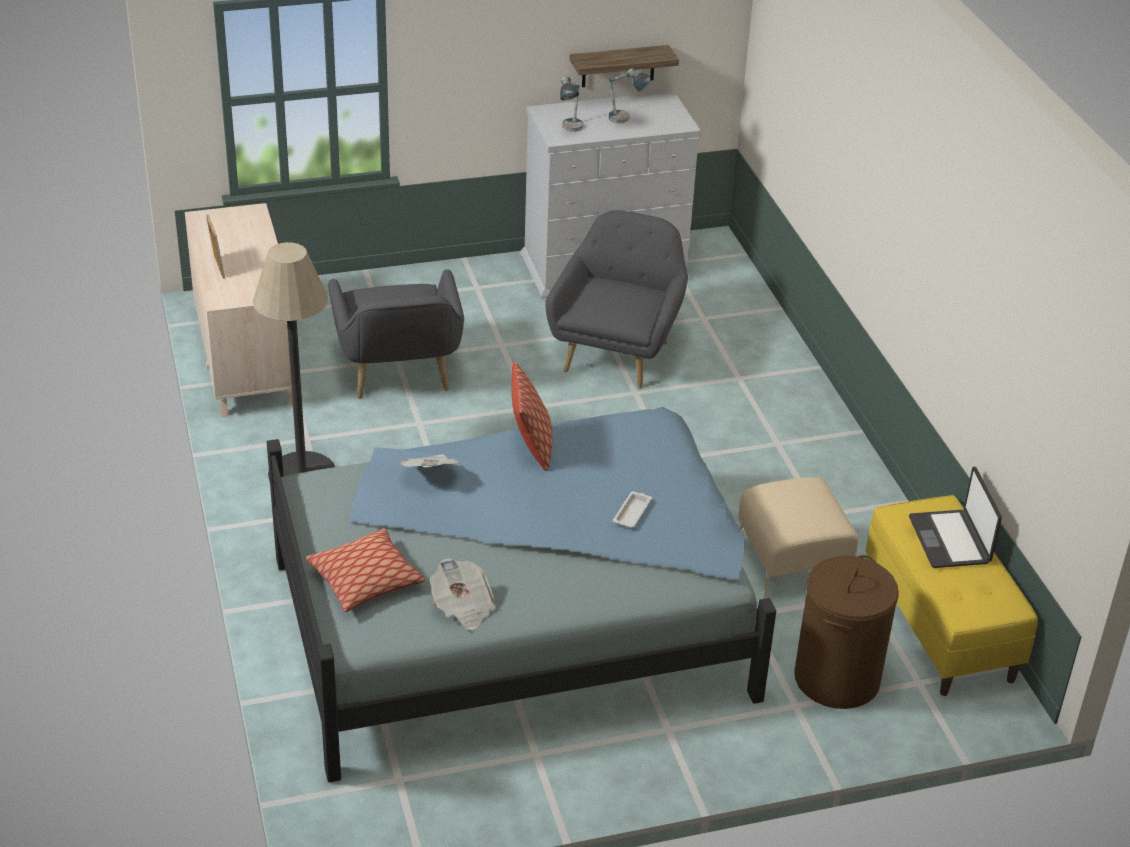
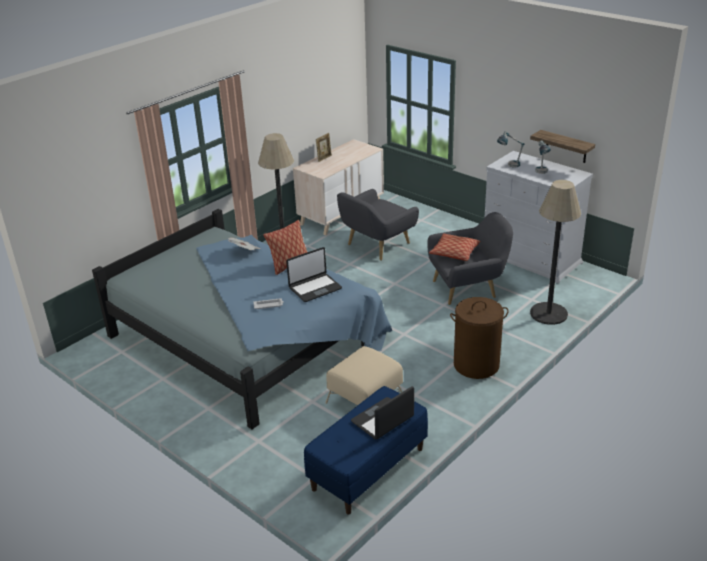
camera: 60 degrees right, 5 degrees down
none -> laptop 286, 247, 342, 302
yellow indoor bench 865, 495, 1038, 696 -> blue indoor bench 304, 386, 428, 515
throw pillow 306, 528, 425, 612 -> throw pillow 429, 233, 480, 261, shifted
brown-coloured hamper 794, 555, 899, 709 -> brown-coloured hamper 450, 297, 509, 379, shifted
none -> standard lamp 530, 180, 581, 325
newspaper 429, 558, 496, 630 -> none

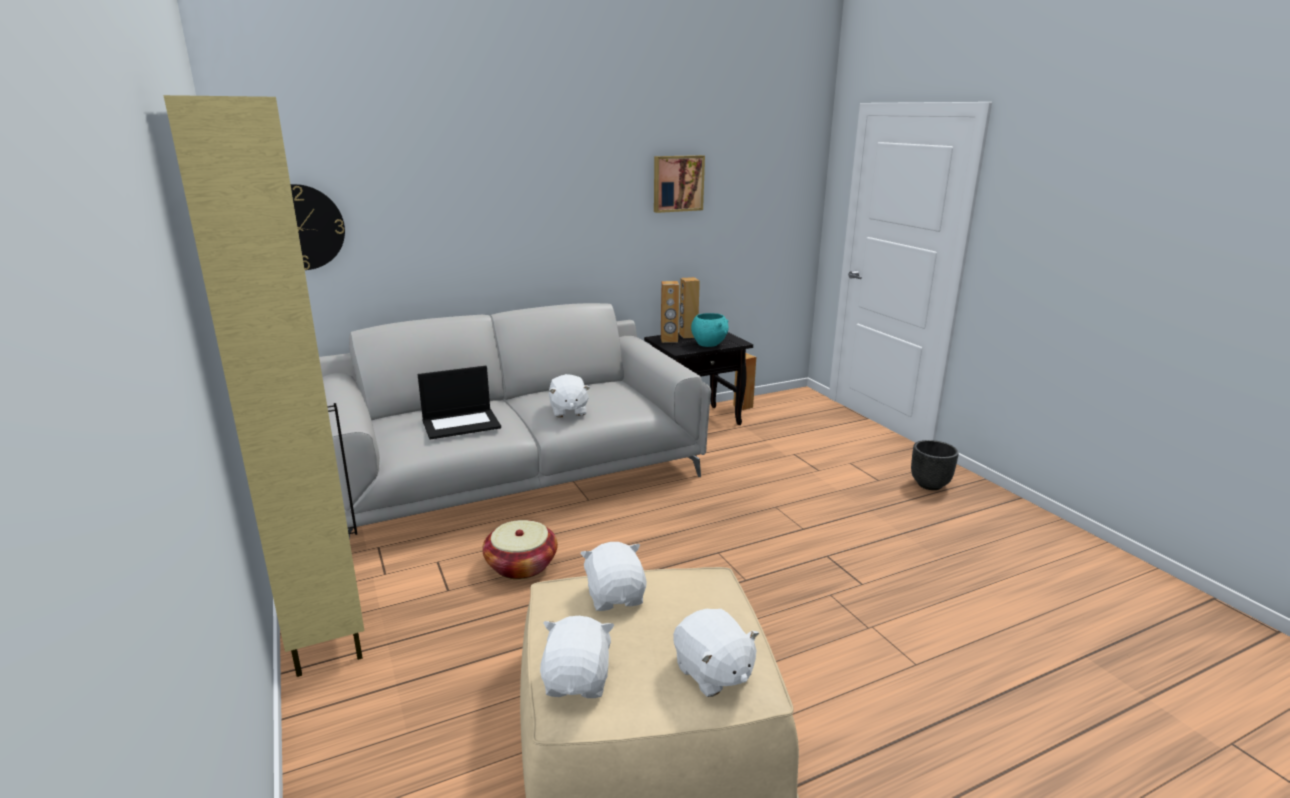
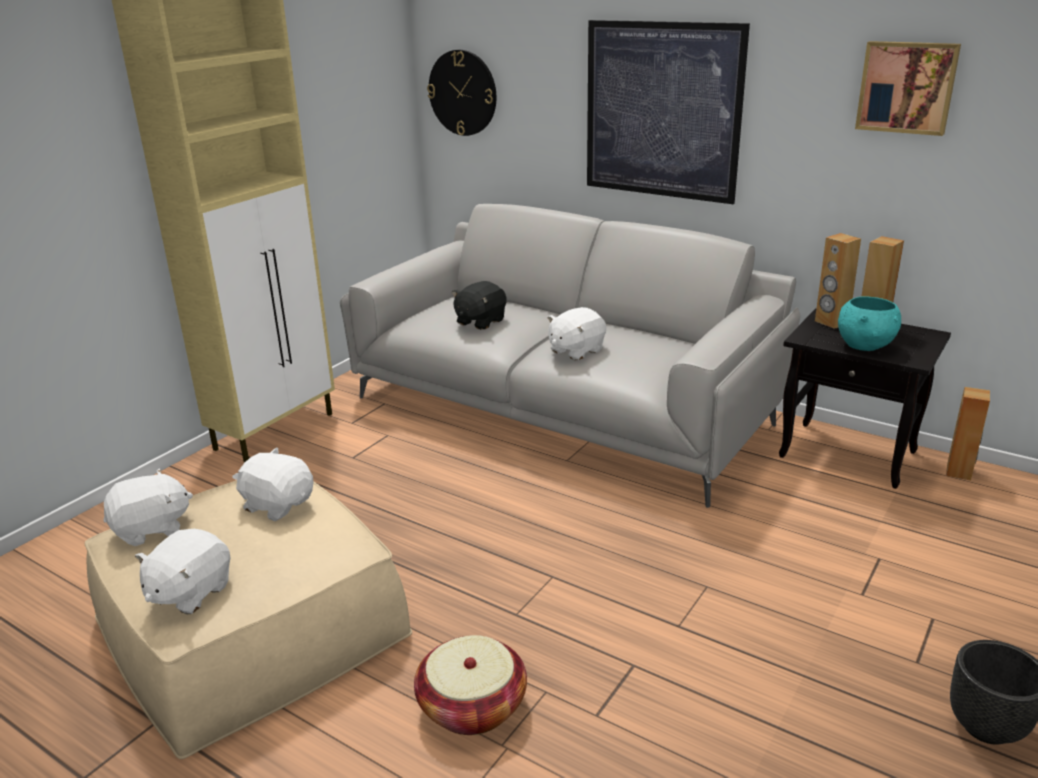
camera: 60 degrees right, 5 degrees up
white soft toy 580, 542, 647, 611 -> white soft toy 232, 448, 314, 521, 105 degrees counterclockwise
storage basket 482, 520, 558, 580 -> storage basket 414, 635, 527, 735, shifted
laptop 418, 366, 501, 440 -> blackish soft toy 452, 281, 506, 330
none -> picture 587, 20, 750, 204

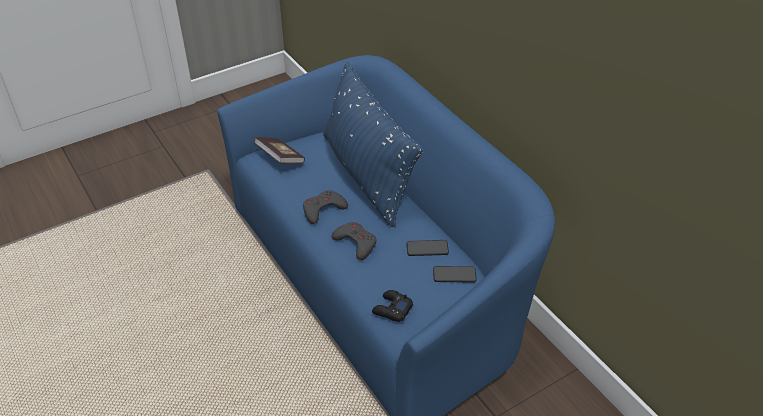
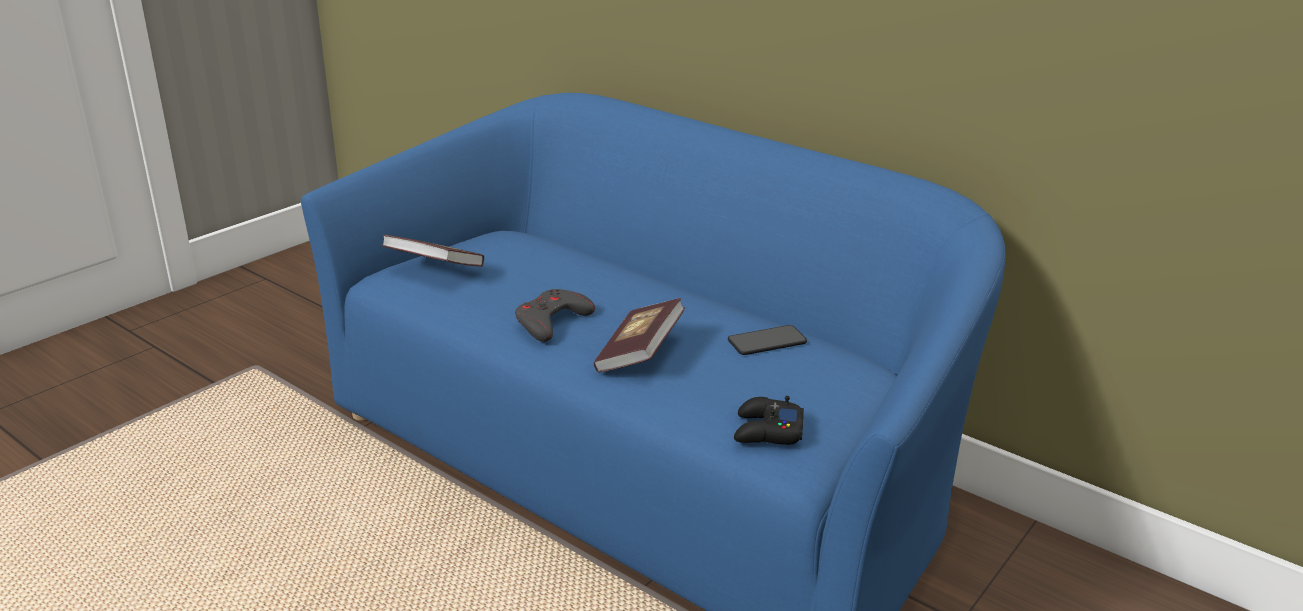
camera: 20 degrees left, 15 degrees down
grey game controller 332, 222, 377, 260 -> book 594, 298, 685, 372
blue throw pillow 323, 62, 423, 227 -> none
phone 433, 266, 477, 282 -> none

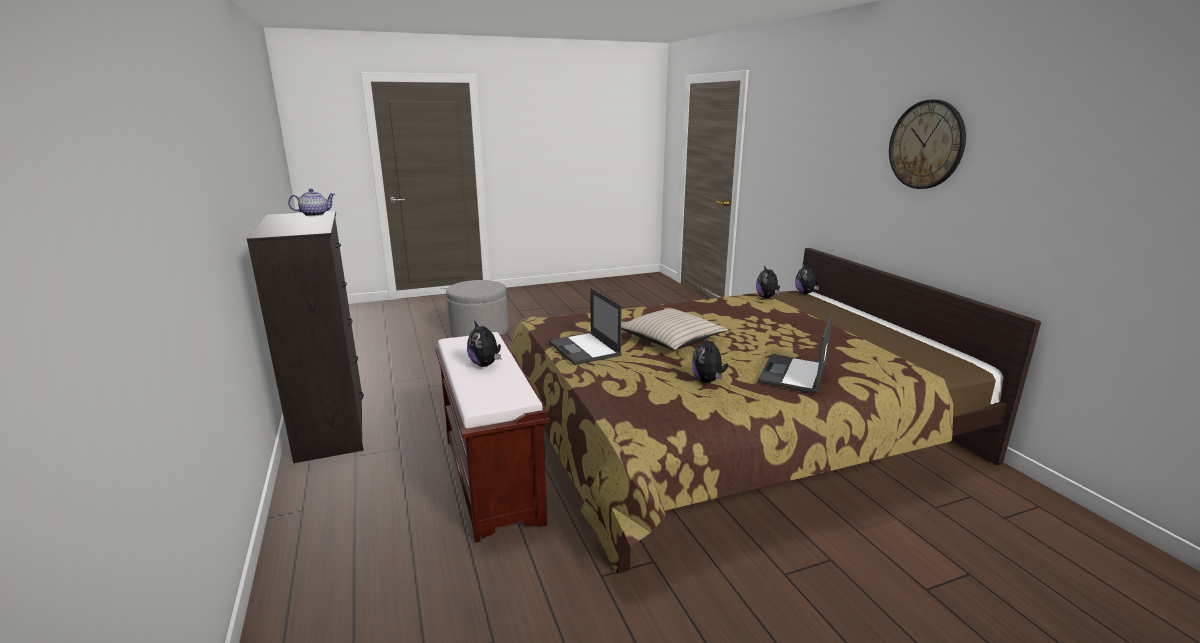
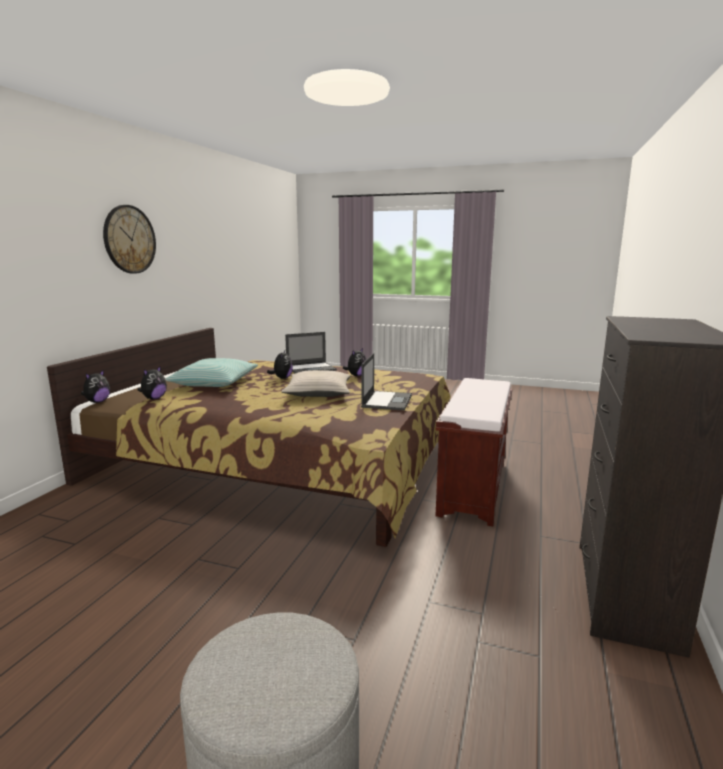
camera: 140 degrees left, 5 degrees down
none -> throw pillow 165, 358, 258, 387
soft toy 467, 321, 501, 367 -> soft toy 267, 350, 293, 379, shifted
pot for tea 288, 189, 335, 216 -> none

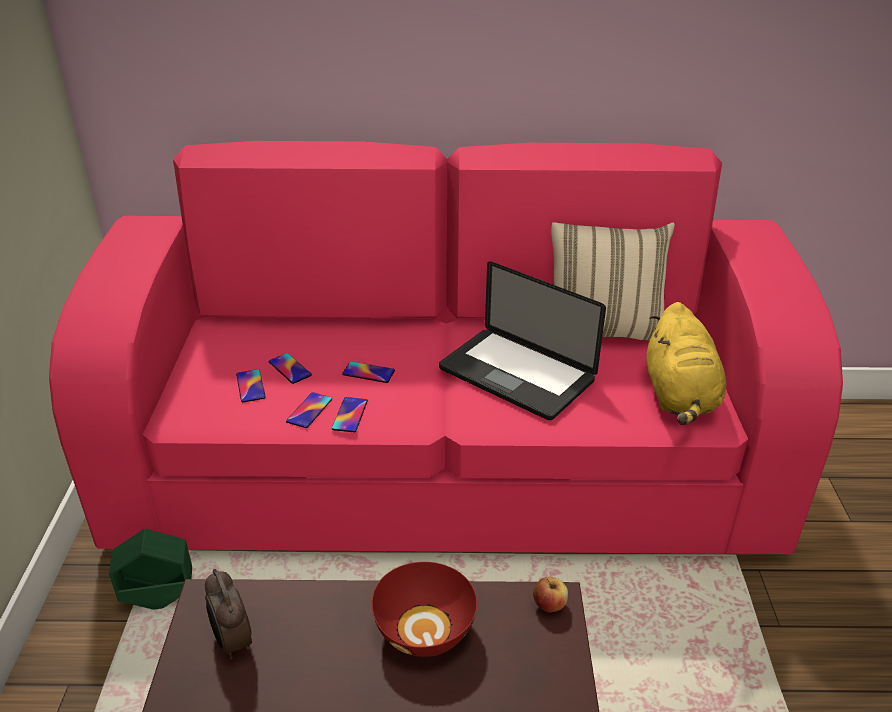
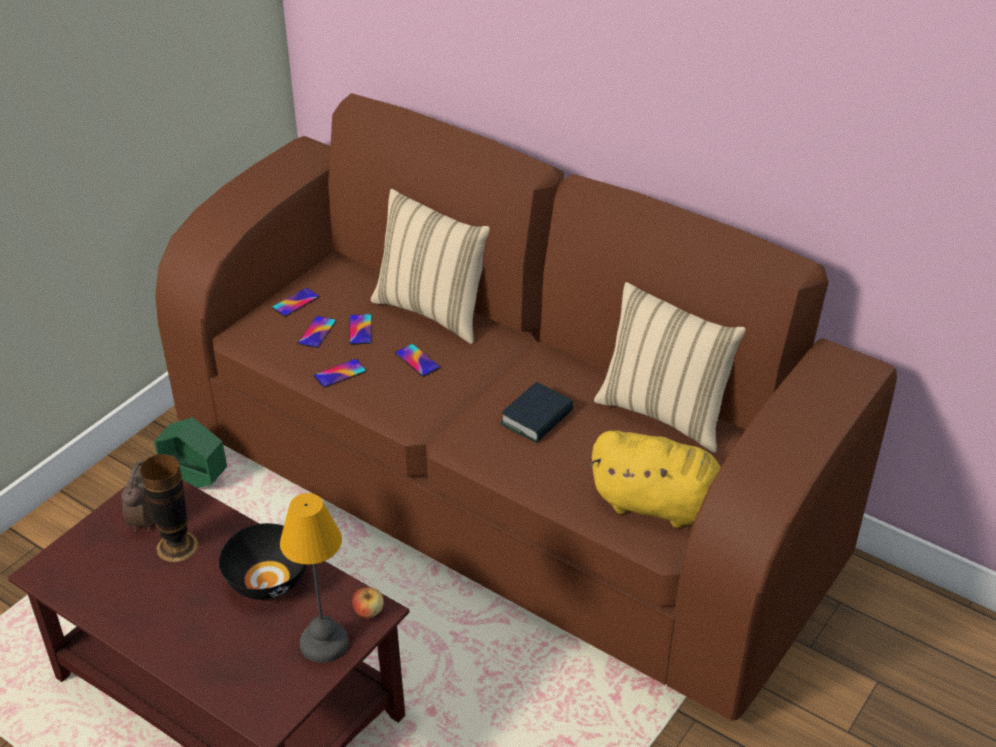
camera: 35 degrees right, 5 degrees up
none -> decorative vase 140, 454, 199, 562
pink-coloured settee 49, 141, 843, 554 -> brown-coloured settee 155, 93, 897, 721
red-coloured serving bowl 372, 562, 477, 657 -> blackish serving bowl 219, 523, 306, 600
phone 332, 397, 368, 432 -> phone 272, 288, 320, 317, shifted
none -> tabletop lamp 280, 493, 349, 663
none -> beige throw pillow 370, 189, 490, 344
laptop 439, 261, 606, 420 -> book 500, 382, 573, 443
yellow soft toy 646, 302, 726, 425 -> yellow soft toy 589, 431, 721, 528, 105 degrees counterclockwise

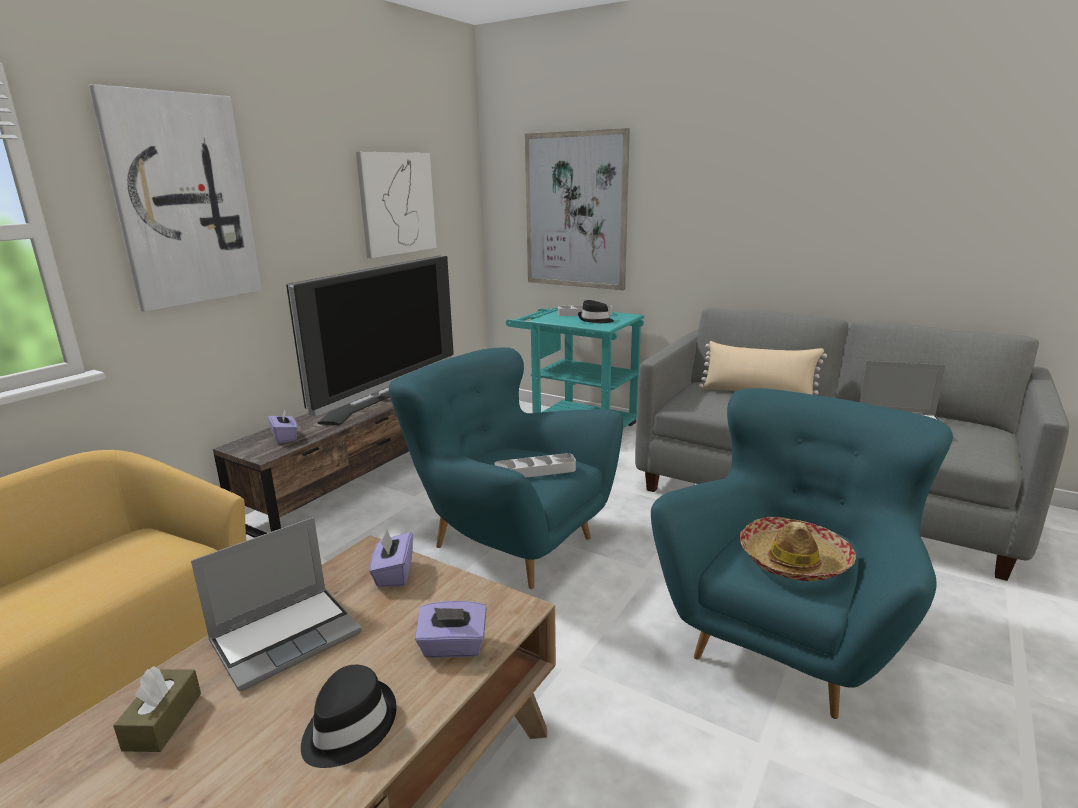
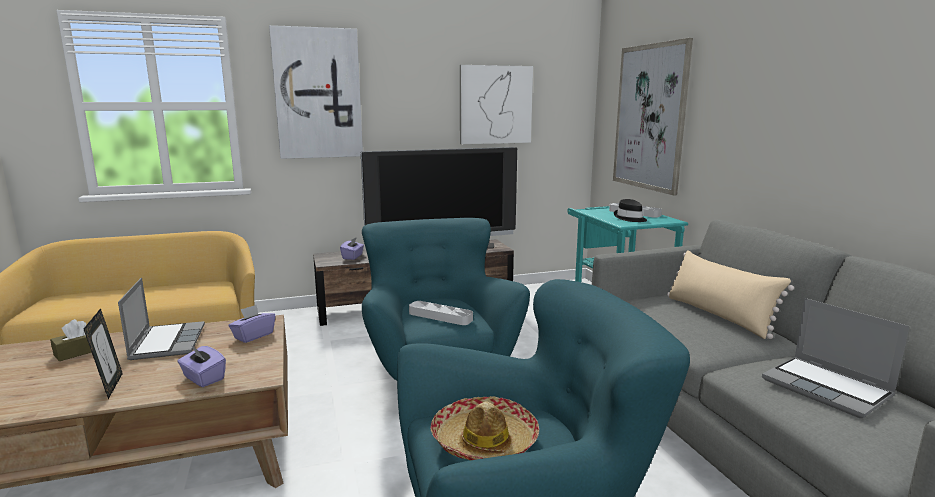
camera: 40 degrees right, 5 degrees down
blackish hat 301, 665, 397, 768 -> standing frame 84, 308, 123, 399
laptop 191, 517, 362, 691 -> laptop 118, 278, 205, 360, 105 degrees counterclockwise

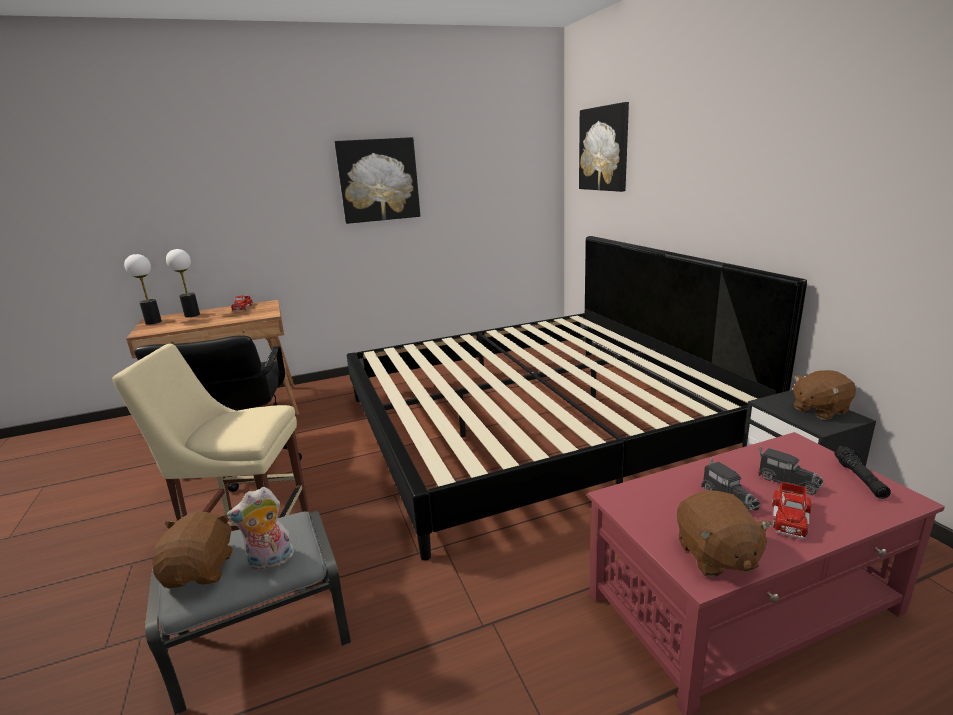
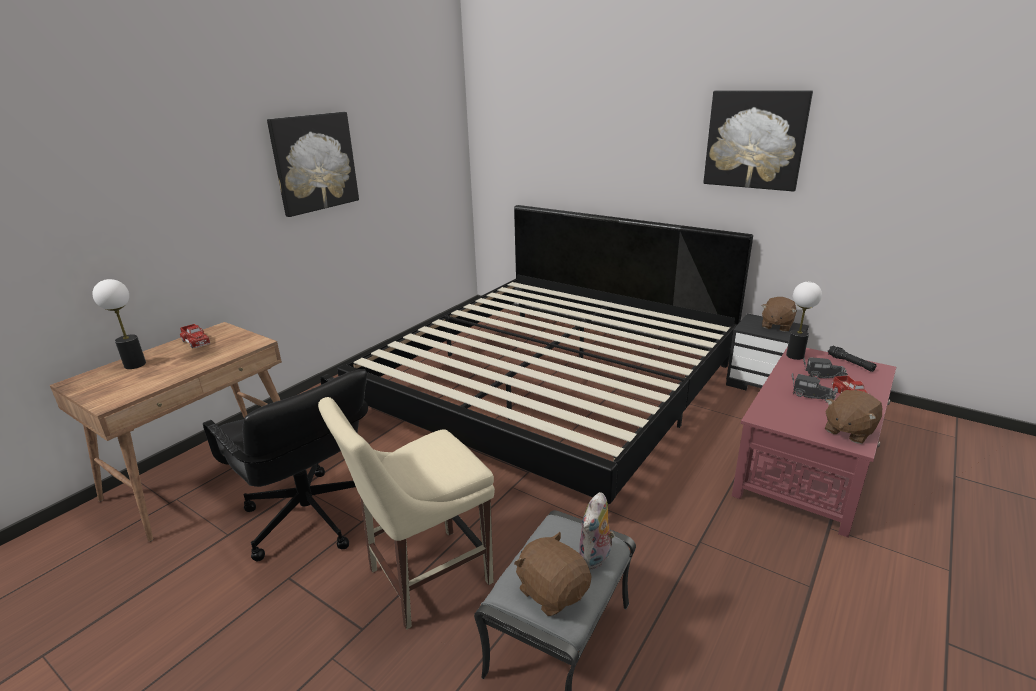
camera: 35 degrees left, 5 degrees up
picture 579, 102, 629, 192 -> picture 703, 90, 813, 191, shifted
tabletop lamp 124, 254, 162, 325 -> tabletop lamp 786, 282, 822, 360, shifted
brown-coloured soft toy 677, 491, 772, 577 -> brown-coloured soft toy 825, 390, 883, 444, 90 degrees clockwise

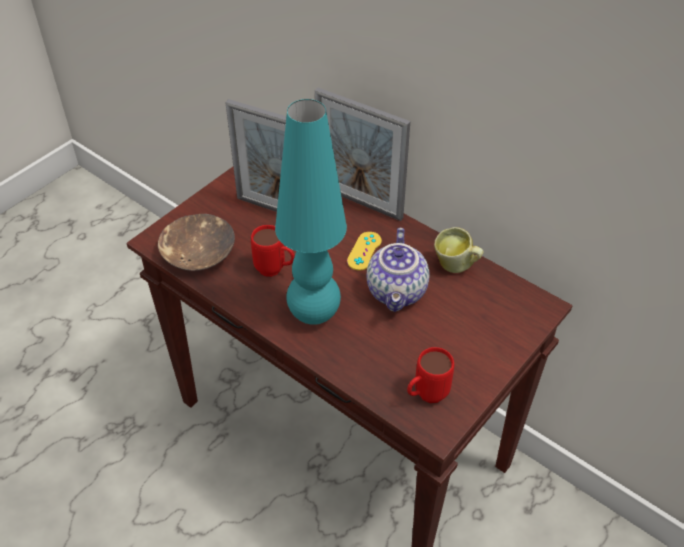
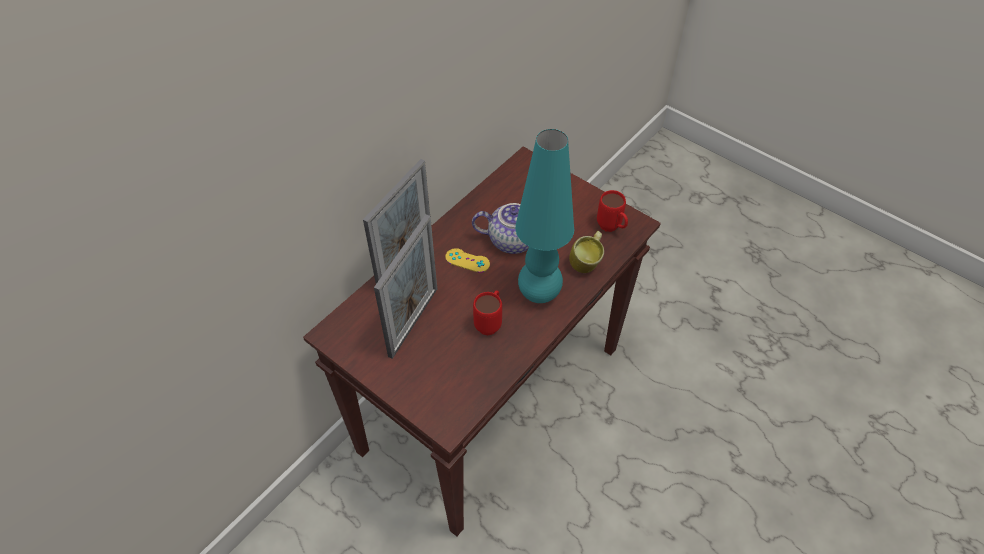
camera: 90 degrees left, 5 degrees up
tea mug 434, 227, 484, 273 -> tea mug 569, 231, 604, 273, shifted
brown-coloured serving bowl 158, 214, 235, 271 -> none

